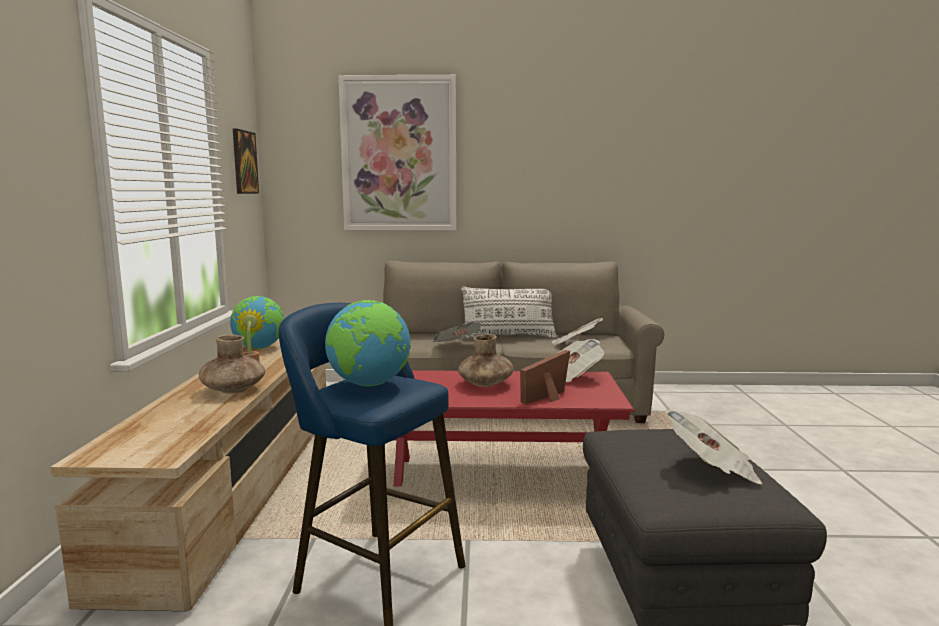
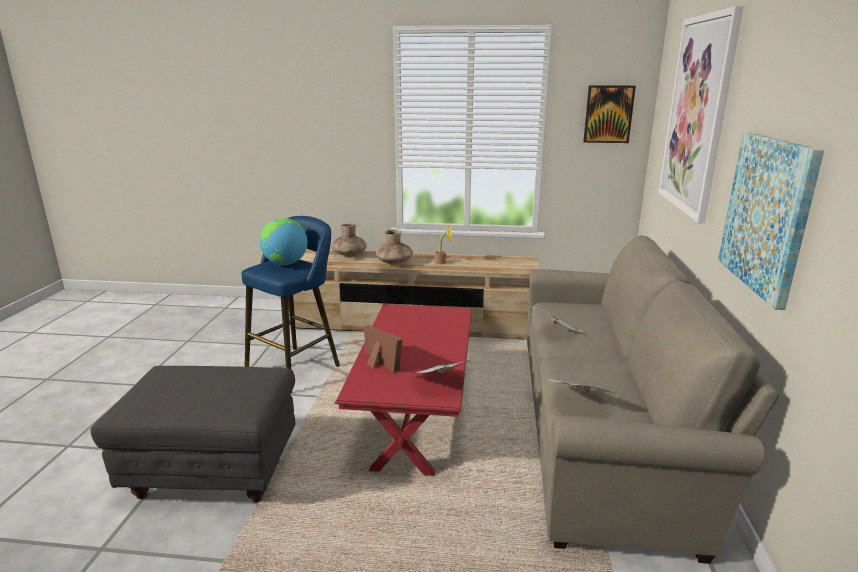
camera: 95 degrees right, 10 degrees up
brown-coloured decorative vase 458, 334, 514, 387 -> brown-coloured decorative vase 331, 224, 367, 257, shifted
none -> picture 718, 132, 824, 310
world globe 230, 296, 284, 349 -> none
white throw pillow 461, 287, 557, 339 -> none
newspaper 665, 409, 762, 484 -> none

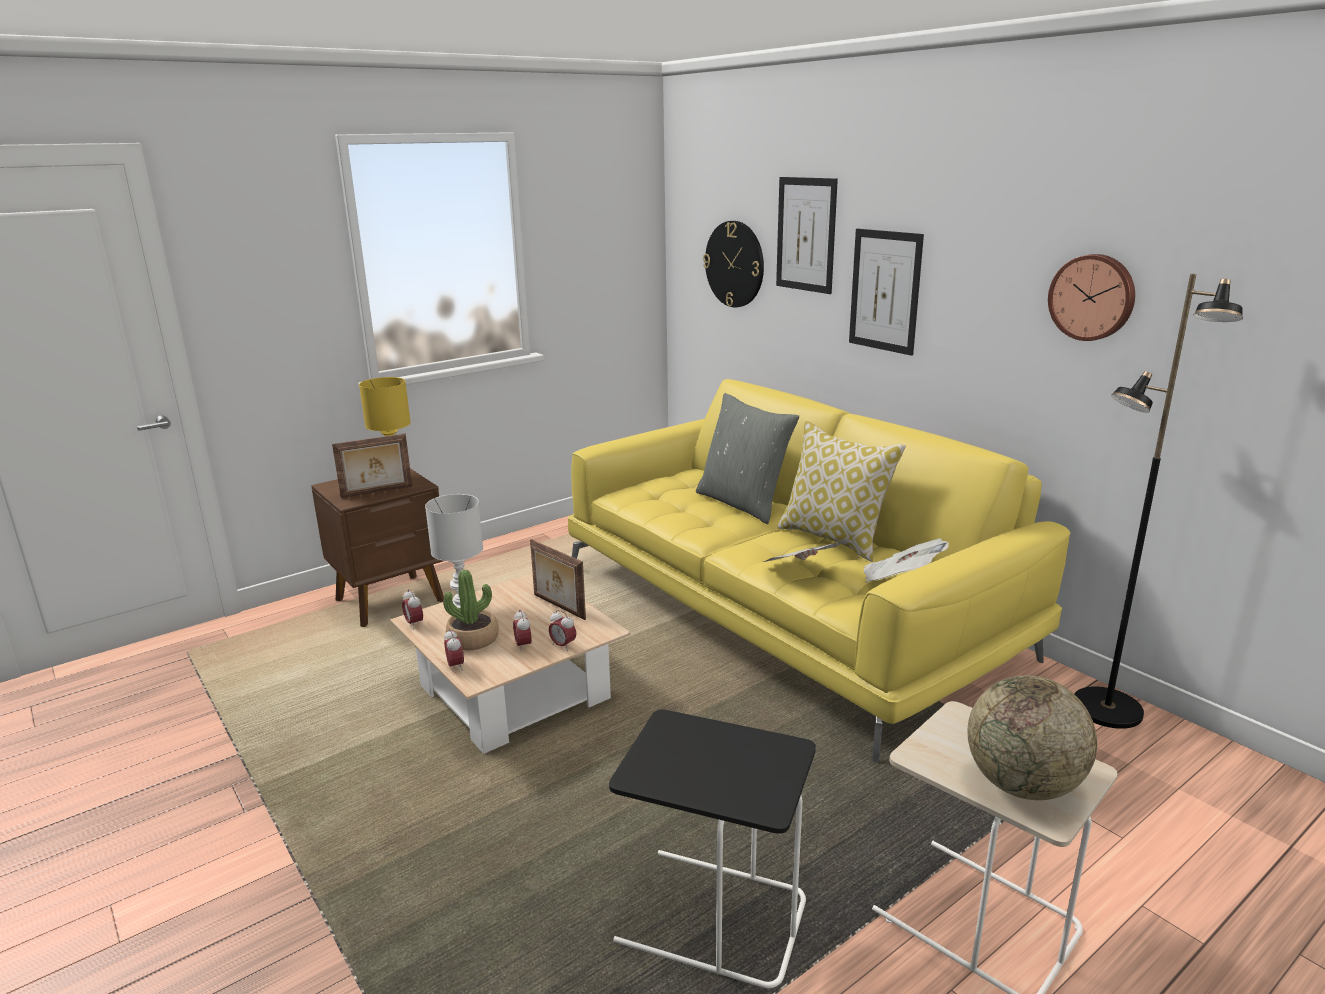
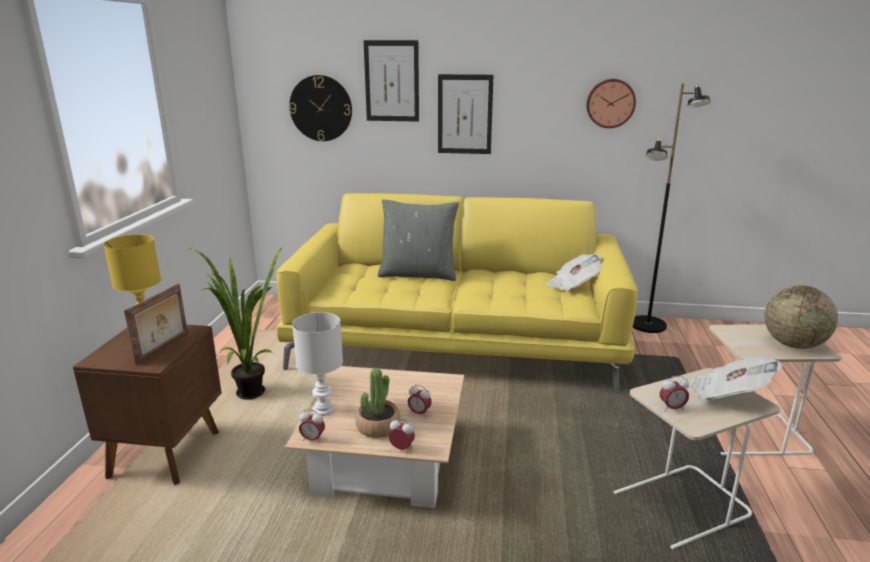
camera: 45 degrees left, 0 degrees up
none -> plant in a pot 188, 247, 283, 400
blackish side table 609, 710, 816, 988 -> beige side table 614, 368, 780, 549
alarm clock 549, 610, 576, 651 -> alarm clock 660, 376, 689, 412, shifted
newspaper 765, 543, 841, 562 -> newspaper 688, 356, 782, 400, shifted
standing frame 530, 539, 586, 620 -> none
throw pillow 778, 420, 906, 562 -> none

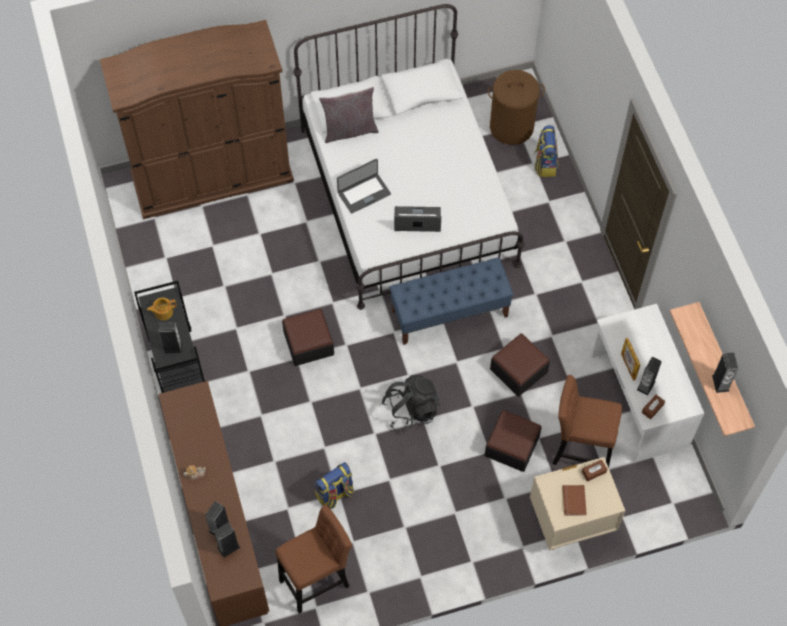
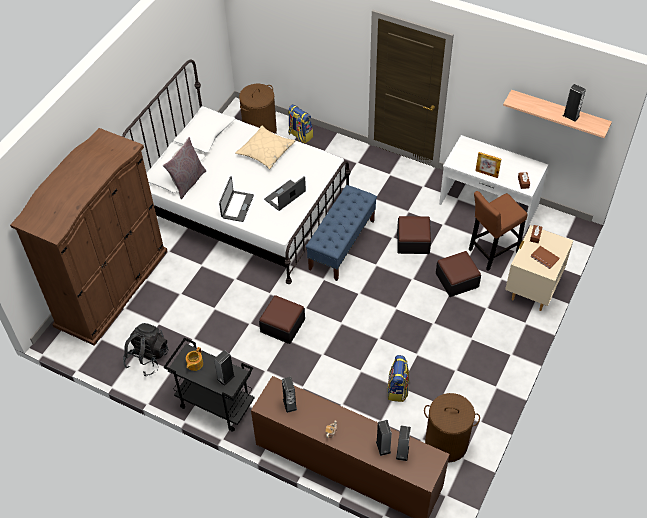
camera: 45 degrees left, 10 degrees down
blackish knapsack 381, 375, 440, 432 -> blackish knapsack 123, 323, 169, 376, shifted
none -> beige throw pillow 236, 126, 296, 169
loudspeaker 637, 357, 662, 396 -> loudspeaker 282, 377, 297, 413, shifted
brown-coloured stool seat 276, 505, 352, 614 -> brown-coloured hamper 424, 393, 480, 463

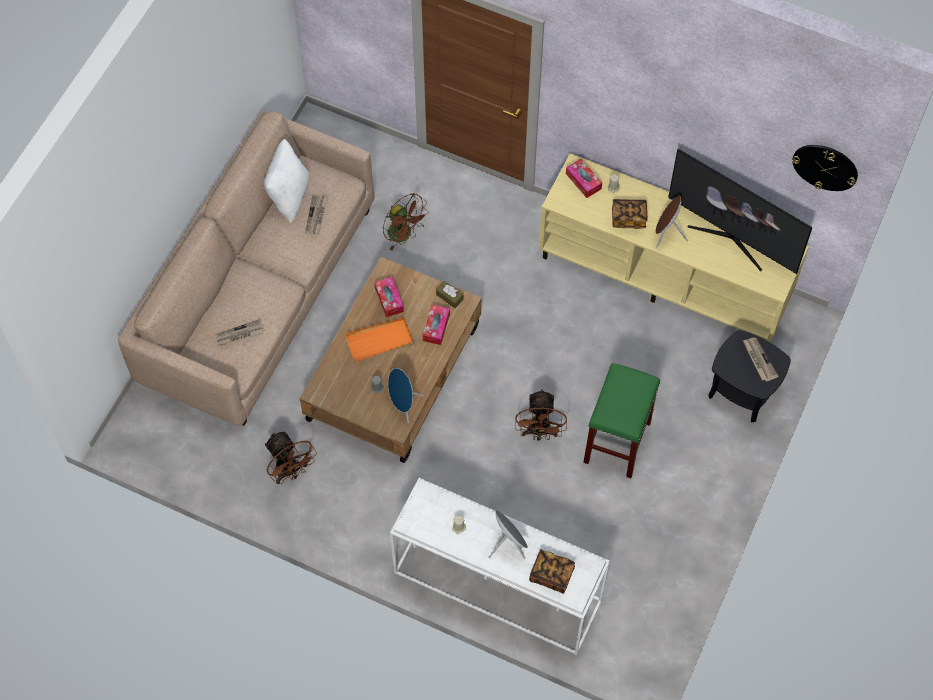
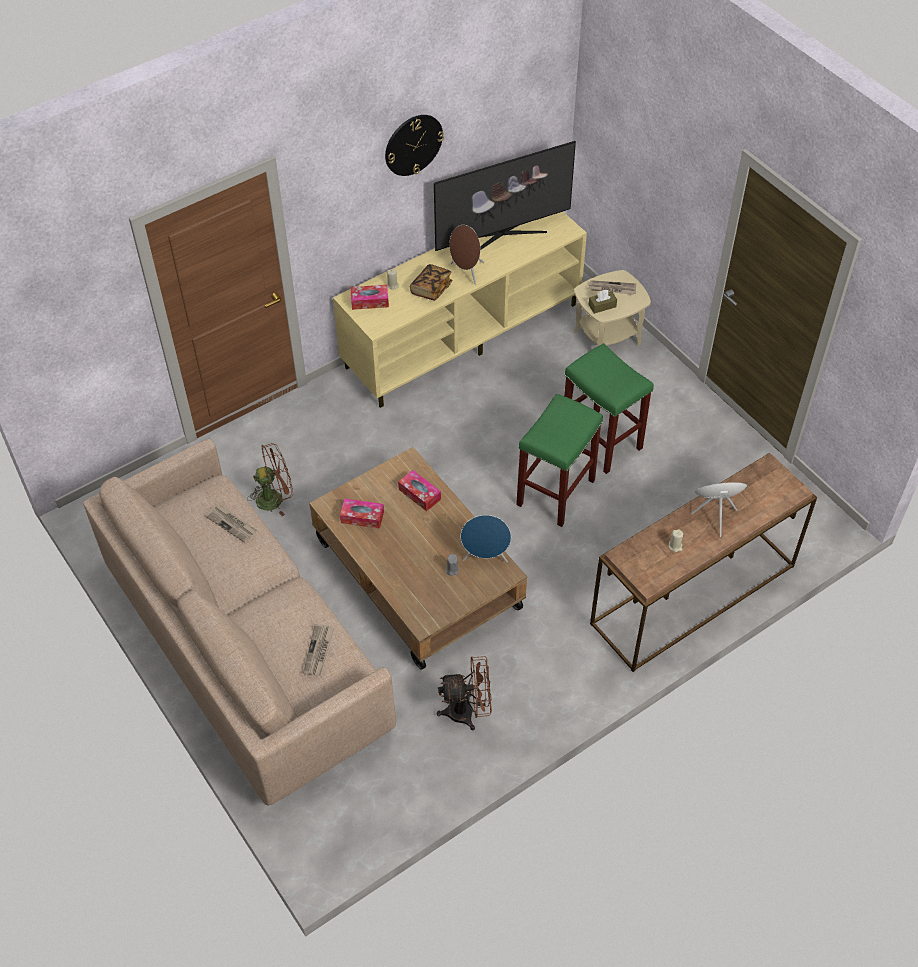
camera: 60 degrees left, 10 degrees down
wall clock 792, 145, 858, 191 -> wall clock 385, 115, 444, 176, shifted
brown-coloured electric fan 515, 389, 567, 441 -> green stool seat 516, 394, 603, 527
blackish side table 708, 330, 791, 423 -> beige side table 574, 270, 651, 347
brown-coloured tissue holder 436, 281, 463, 308 -> brown-coloured tissue holder 589, 290, 617, 314, shifted
white narrow table 390, 478, 610, 655 -> brown-coloured narrow table 590, 453, 817, 672
white throw pillow 264, 139, 310, 223 -> none
orange serving tray 345, 317, 414, 363 -> none
book 529, 549, 575, 594 -> none

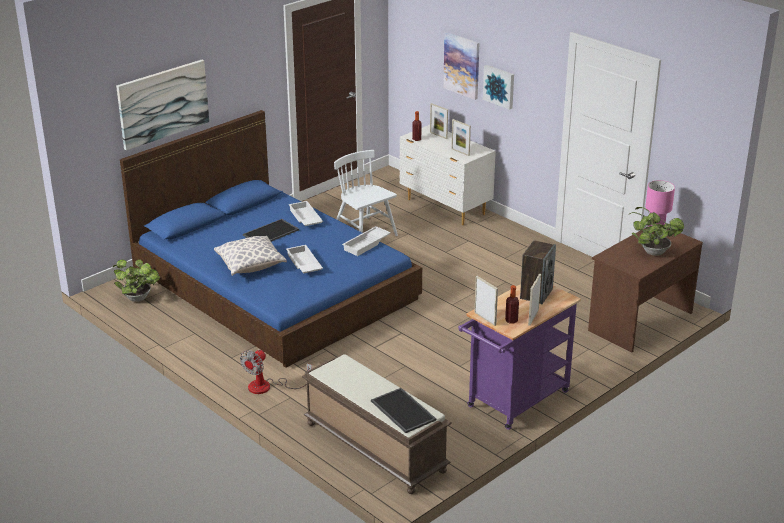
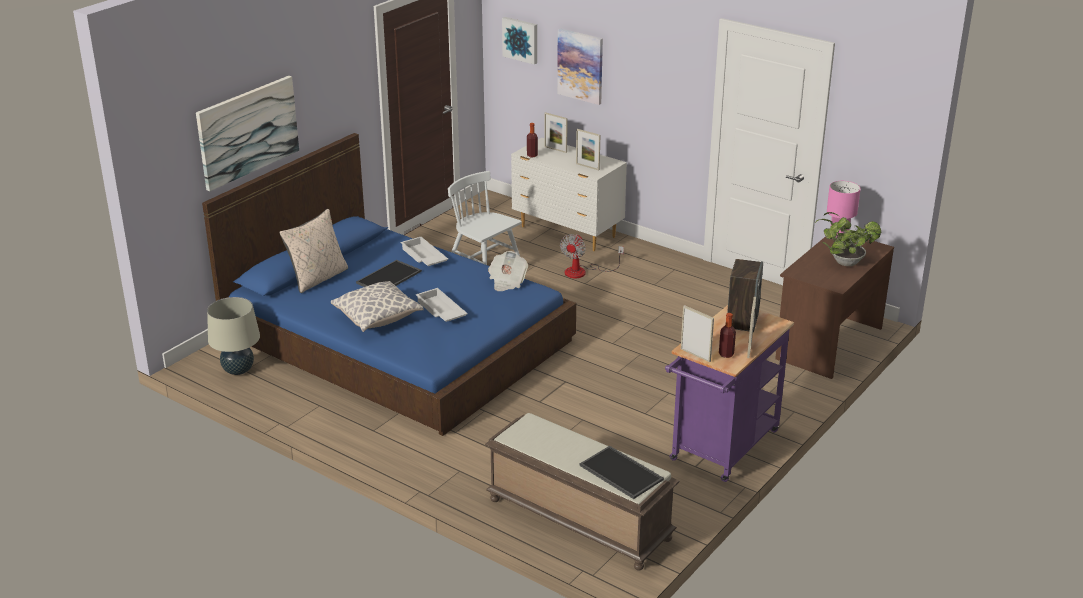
camera: 10 degrees left, 0 degrees up
plant in a pot 113, 259, 160, 302 -> beige tabletop lamp 207, 297, 260, 375
none -> beige throw pillow 279, 209, 348, 293
white serving tray 342, 226, 391, 256 -> newspaper 488, 251, 528, 291
picture 483, 65, 514, 110 -> picture 502, 17, 537, 65, shifted
electric fan 240, 349, 312, 394 -> electric fan 560, 234, 624, 278, shifted

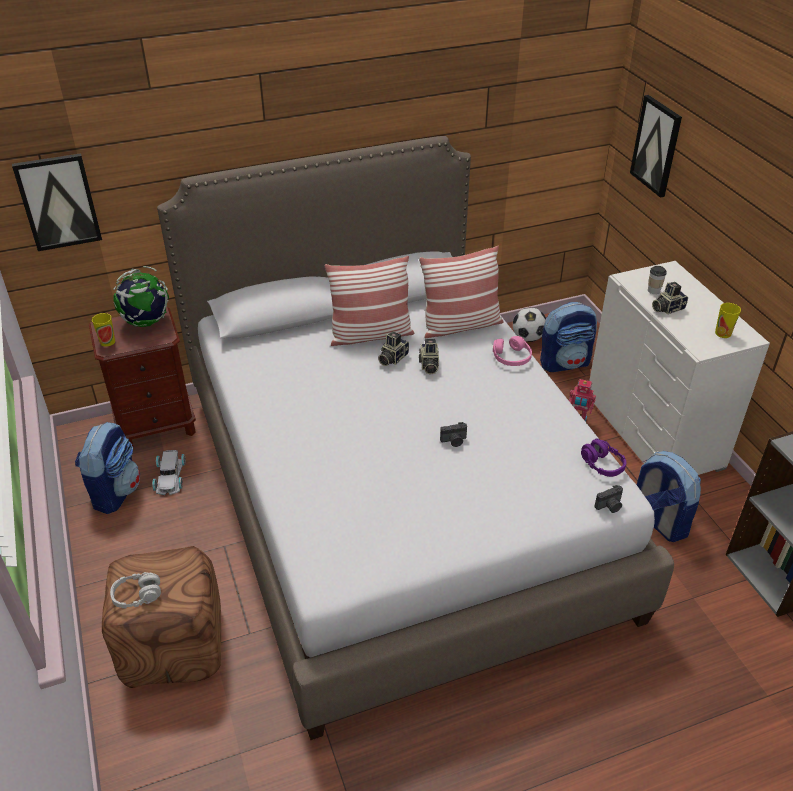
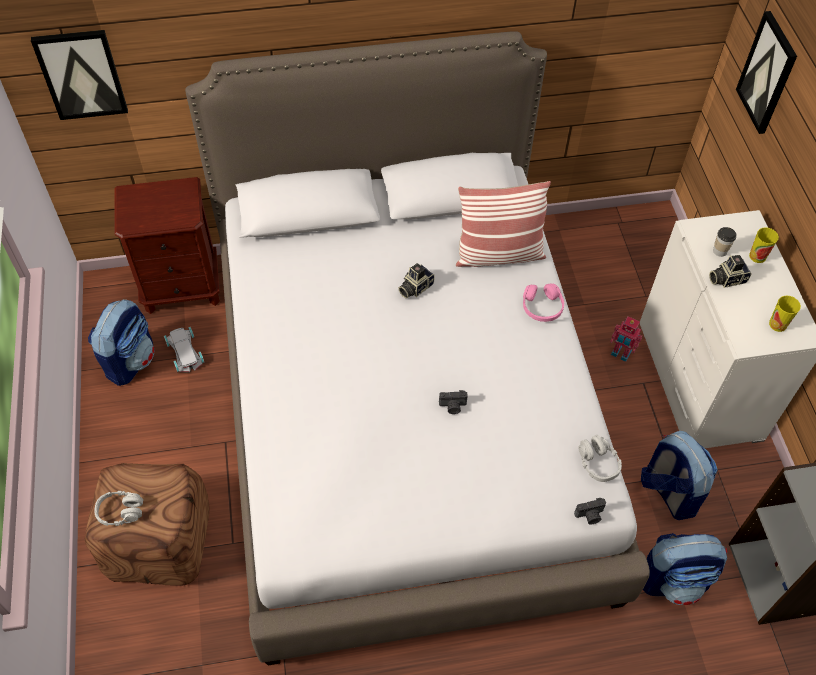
camera: 10 degrees right, 15 degrees up
white model car 152, 450, 186, 495 -> white model car 164, 327, 204, 372, 150 degrees clockwise
purple-coloured pair of headphones 581, 439, 627, 477 -> grey pair of headphones 578, 435, 622, 482
knapsack 540, 302, 597, 372 -> knapsack 643, 533, 728, 605, shifted
cup 92, 313, 115, 346 -> cup 749, 228, 779, 263, shifted
world globe 113, 266, 169, 327 -> none
throw pillow 324, 256, 414, 346 -> none
still camera 419, 339, 439, 374 -> none
football ball 513, 307, 546, 342 -> none

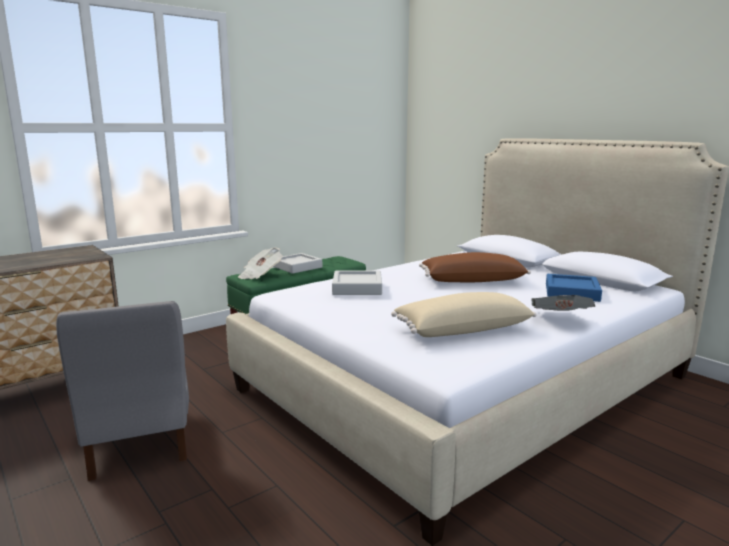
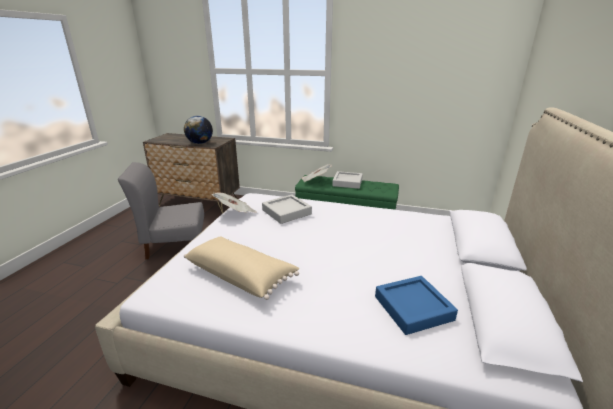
camera: 55 degrees right, 10 degrees up
grey chair 56, 301, 189, 481 -> grey chair 118, 162, 204, 260, 45 degrees clockwise
none -> world globe 184, 116, 213, 144
newspaper 531, 295, 596, 311 -> newspaper 211, 193, 257, 213, shifted
brown-coloured throw pillow 419, 252, 531, 282 -> none

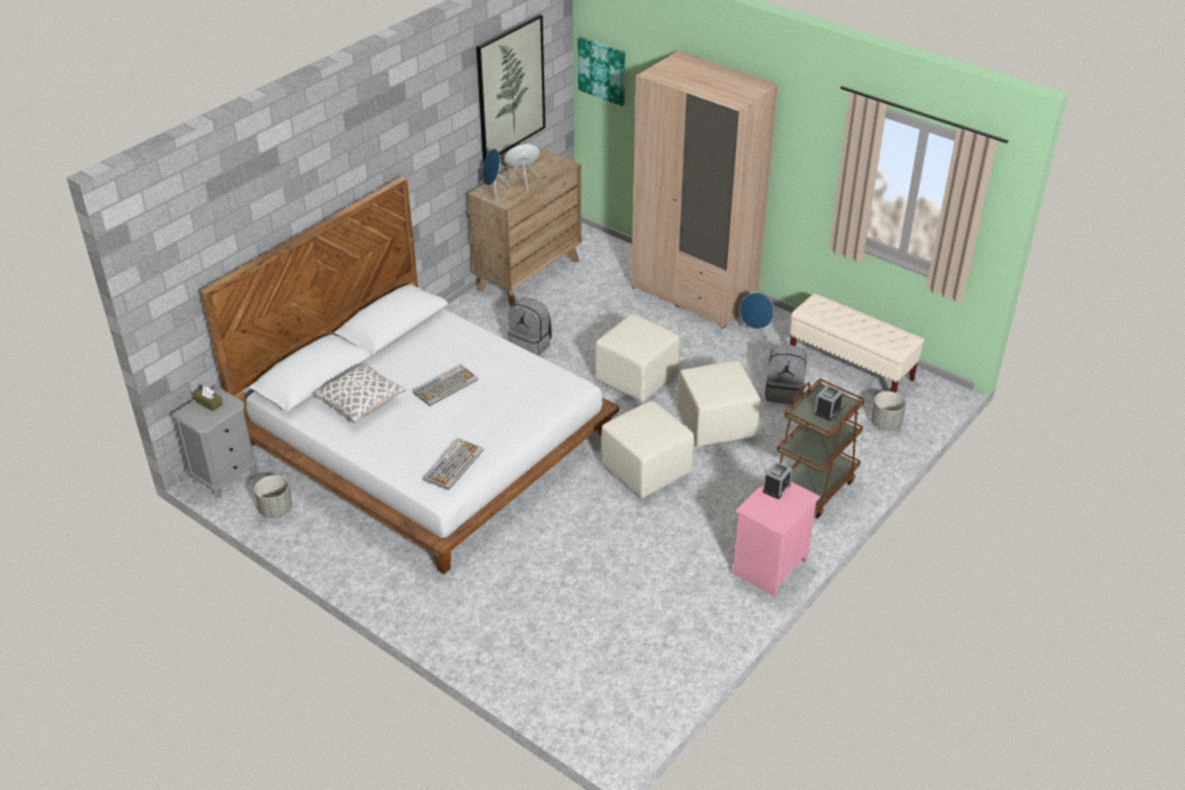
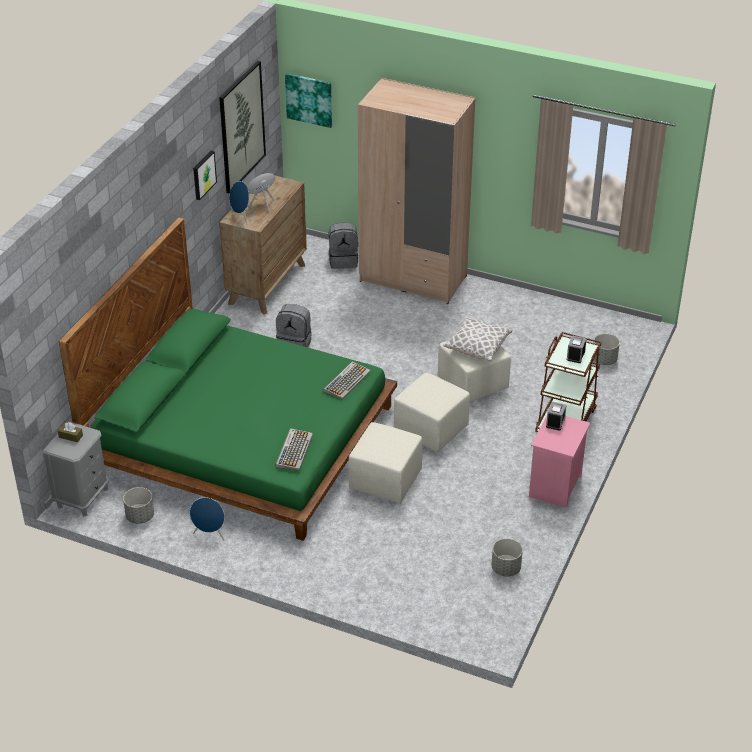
camera: 15 degrees left, 0 degrees up
white bed 200, 176, 619, 574 -> green bed 59, 218, 397, 541
blue loudspeaker 739, 293, 774, 340 -> blue loudspeaker 190, 497, 225, 541, shifted
none -> picture 193, 150, 217, 200
computer keyboard 413, 364, 478, 406 -> computer keyboard 323, 361, 371, 400, shifted
grey knapsack 765, 345, 807, 405 -> grey knapsack 329, 222, 358, 269, shifted
beige pouffe 595, 314, 680, 402 -> beige pouffe 348, 422, 423, 504, shifted
throw pillow 313, 363, 406, 424 -> throw pillow 444, 316, 512, 362, shifted
none -> grey flower pot 491, 538, 523, 577
beige indoor bench 789, 293, 924, 393 -> none

